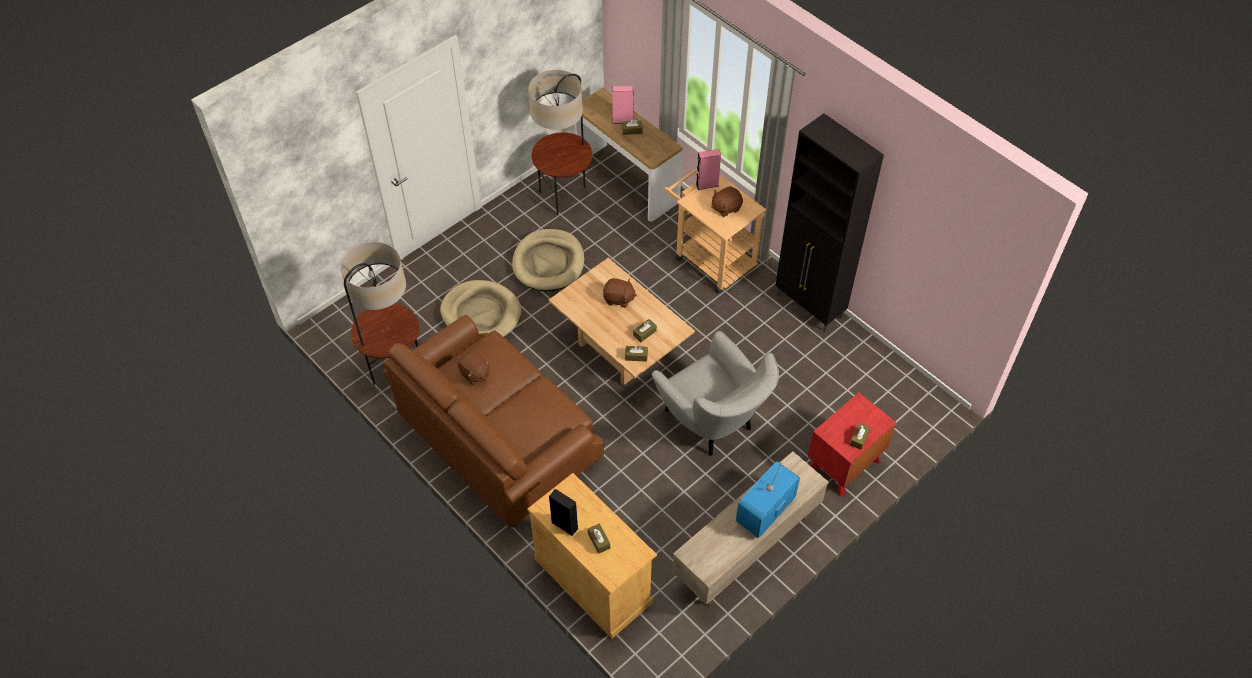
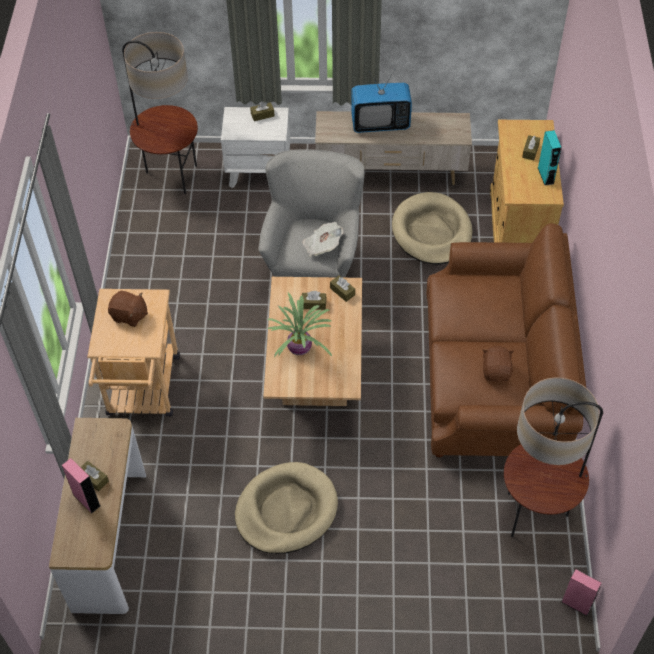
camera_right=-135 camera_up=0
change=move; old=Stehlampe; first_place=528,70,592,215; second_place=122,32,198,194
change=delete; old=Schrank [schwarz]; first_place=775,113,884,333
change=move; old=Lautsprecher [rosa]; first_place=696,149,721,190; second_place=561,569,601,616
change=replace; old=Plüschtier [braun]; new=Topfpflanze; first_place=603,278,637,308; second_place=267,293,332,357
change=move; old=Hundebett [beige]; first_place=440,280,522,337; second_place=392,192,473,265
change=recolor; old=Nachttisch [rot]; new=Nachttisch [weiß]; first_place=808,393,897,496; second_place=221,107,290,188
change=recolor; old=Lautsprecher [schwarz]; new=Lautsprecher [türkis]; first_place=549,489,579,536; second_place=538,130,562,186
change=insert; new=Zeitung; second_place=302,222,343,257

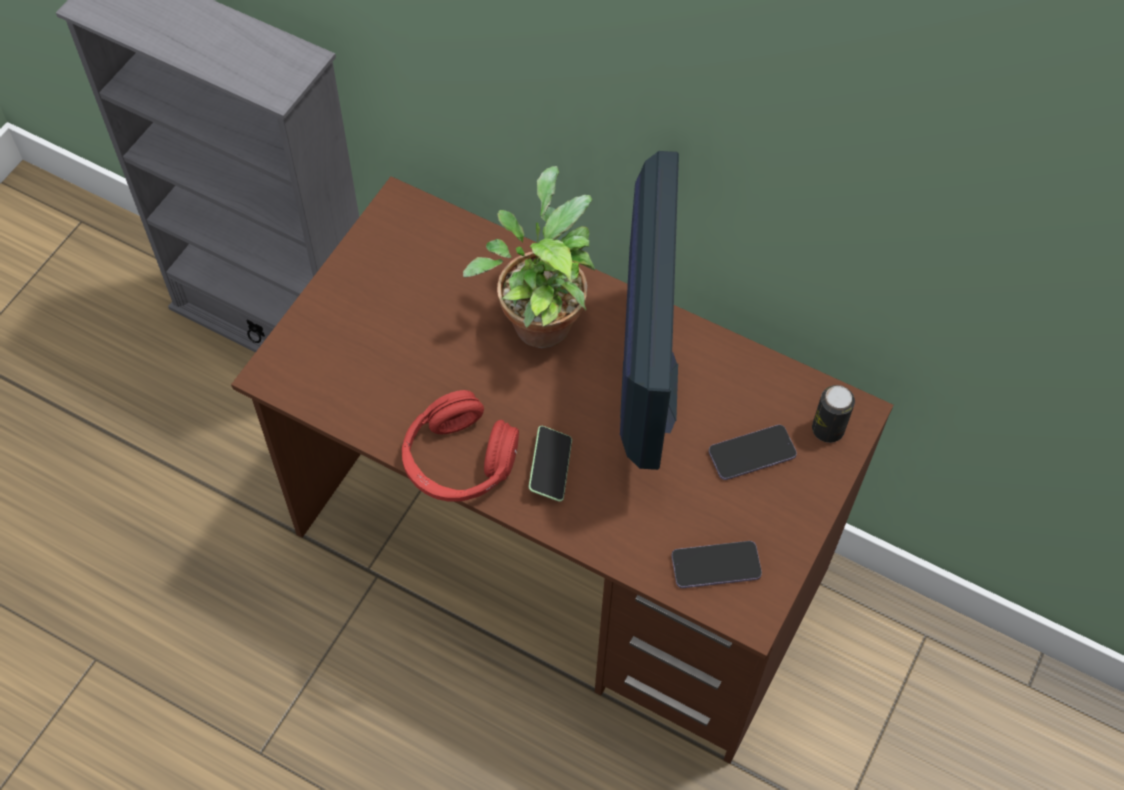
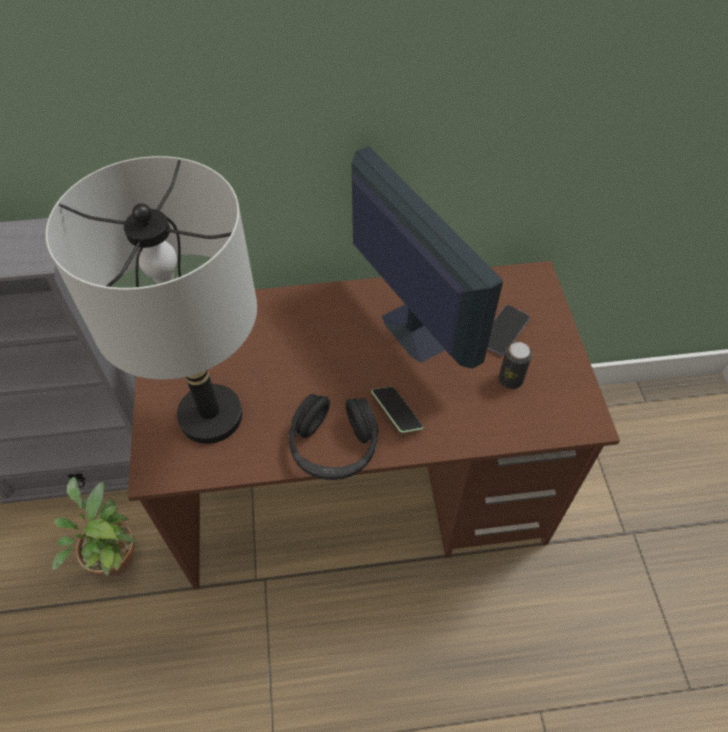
camera_right=-35 camera_up=-5
change=move; old=Topfpflanze; first_place=463,166,595,348; second_place=52,477,137,576
change=move; old=Dose; first_place=812,385,855,443; second_place=499,342,532,389
change=recolor; old=Kopfhörer [rot]; new=Kopfhörer [schwarz]; first_place=402,390,519,502; second_place=289,394,379,480
change=delete; old=Handy; first_place=672,541,762,588
change=insert; new=Tischlampe [grau]; second_place=45,156,257,444

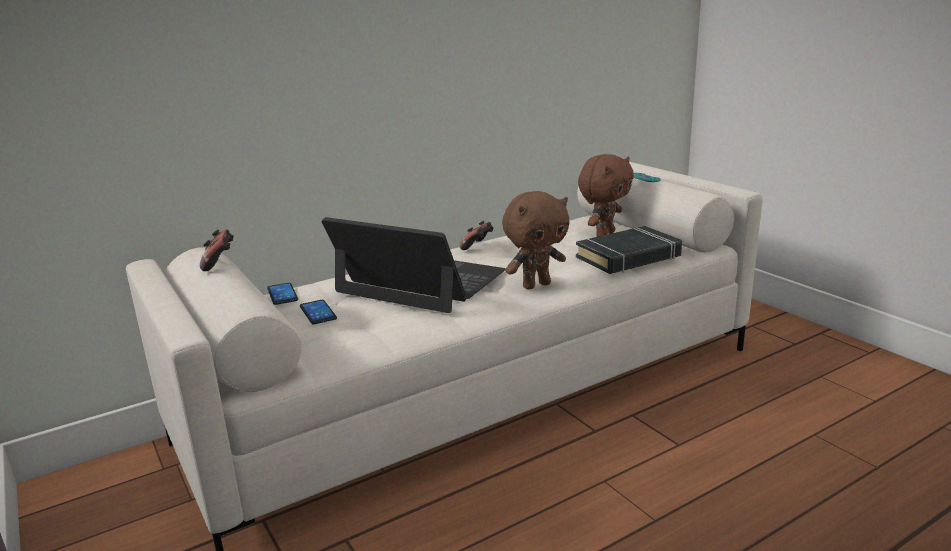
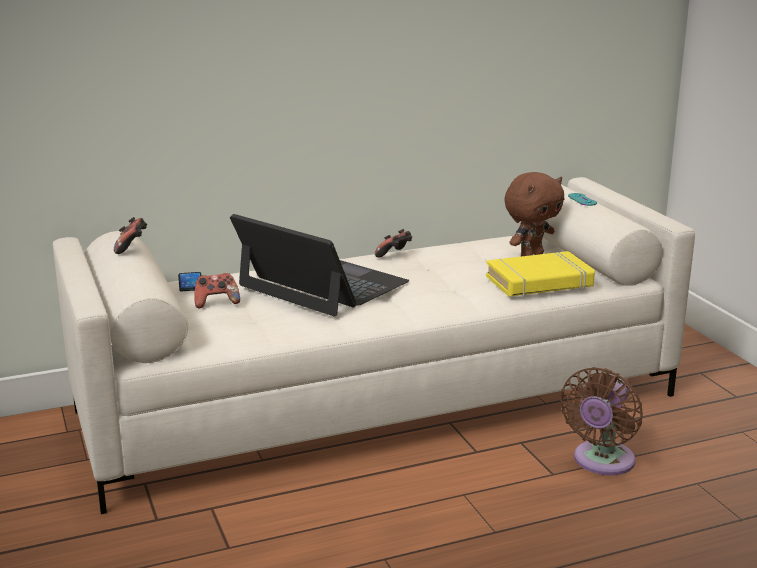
camera_right=10 camera_up=0
change=delete; old=Plüschtier [braun]; first_place=502,191,569,289
change=recolor; old=Buch [schwarz]; new=Buch [gelb]; first_place=576,226,682,274; second_place=486,251,595,297
change=replace; old=Handy; new=Gamepad; first_place=300,300,337,324; second_place=194,273,240,309
change=insert; new=Ventilator [braun]; second_place=560,367,643,475

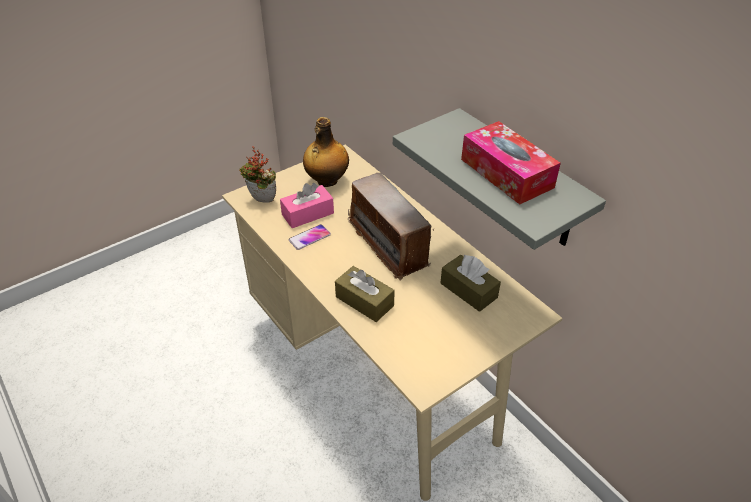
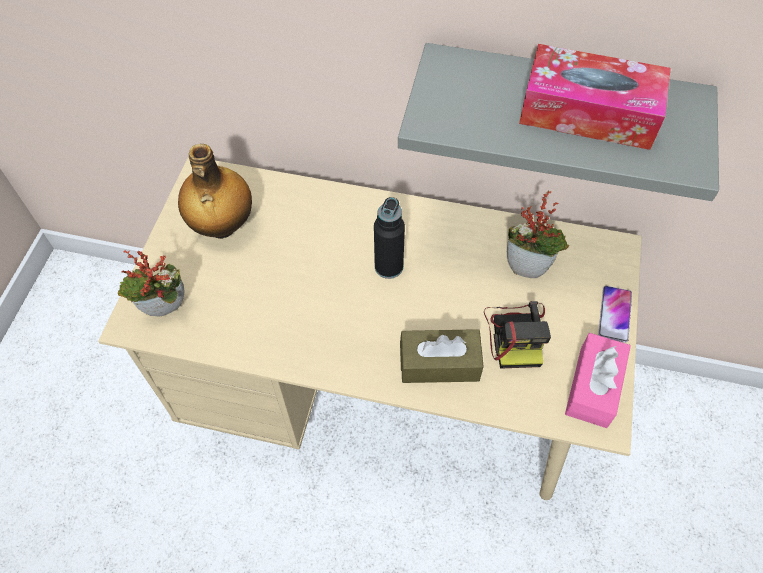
camera_right=-40 camera_up=15
change=replace; old=Radio; new=Flasche [schwarz]; first_place=348,173,434,281; second_place=374,197,405,279
change=move; old=Taschentuchbox [rosa]; first_place=280,183,334,228; second_place=565,333,631,428
change=move; old=Handy; first_place=289,224,331,250; second_place=598,286,632,343
change=replace; old=Taschentuchbox [braun]; new=Topfpflanze; first_place=440,255,501,312; second_place=507,191,570,278
change=insert; new=Kamera; second_place=484,301,551,369

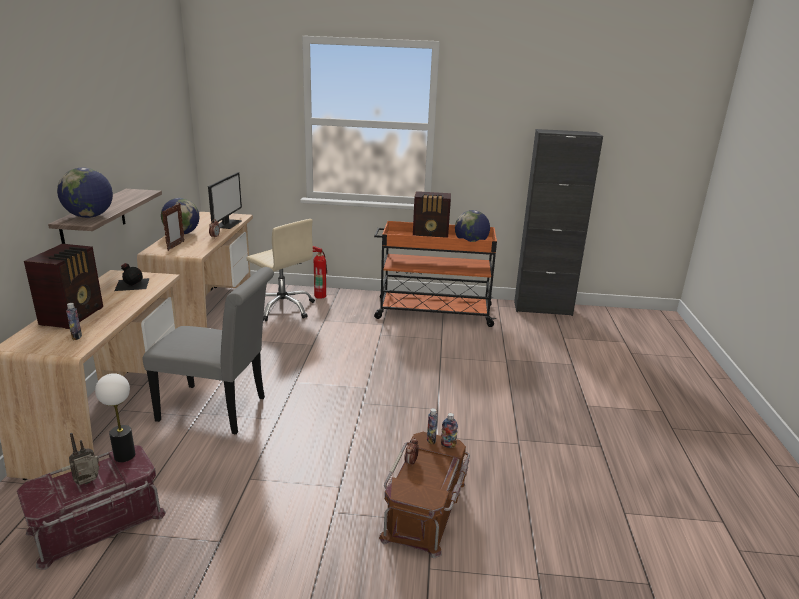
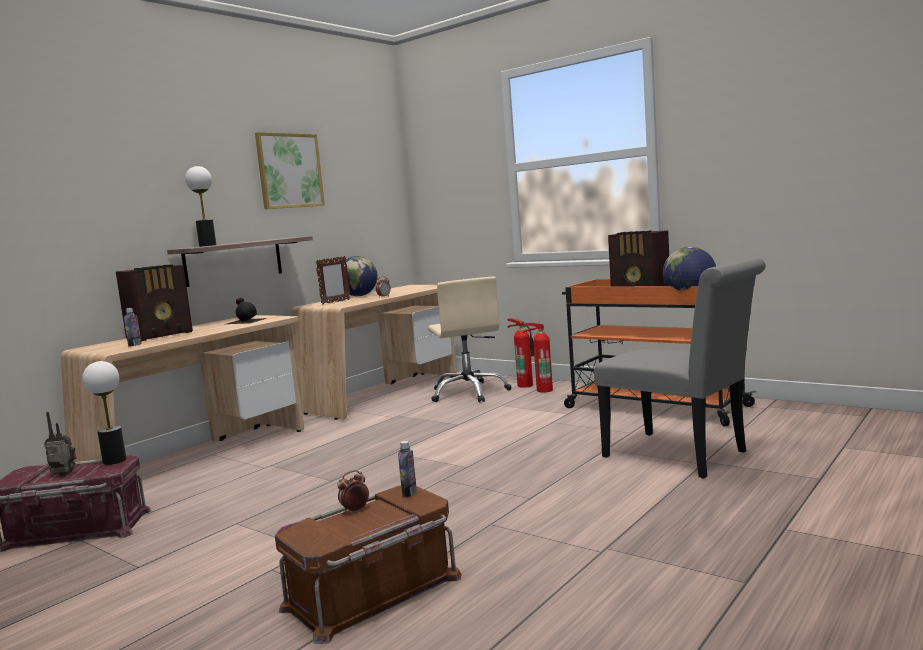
camera_right=35 camera_up=-15
change=delete; old=Schrank [schwarz]; first_place=514,129,603,316
change=replace; old=Globus; new=Tischlampe; first_place=57,167,113,218; second_place=185,166,216,247
change=delete; old=Monitor; first_place=208,172,242,229
change=move; old=Stuhl [grau]; first_place=142,267,274,435; second_place=594,258,766,479
change=delete; old=Flasche; first_place=441,413,458,448
change=insert; new=Bild; second_place=255,132,325,209
change=insert; new=Feuerlöscher; second_place=522,323,553,393

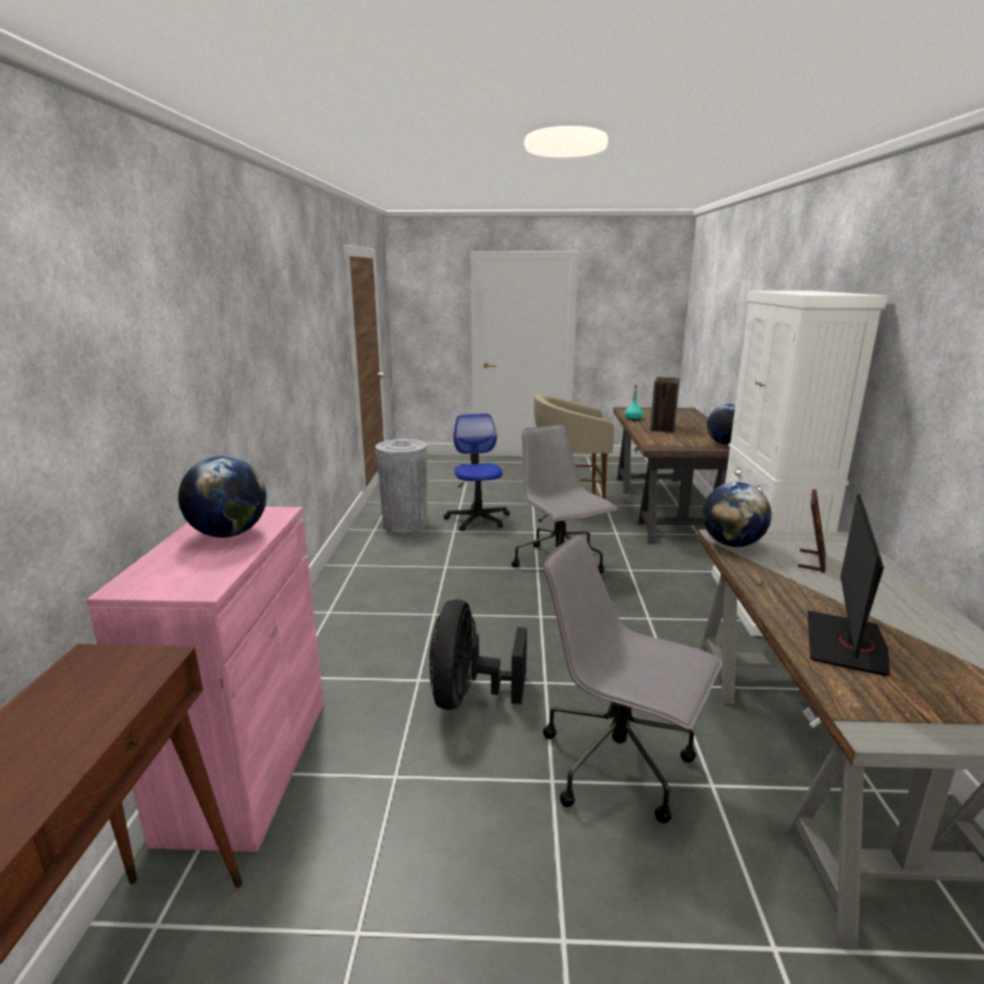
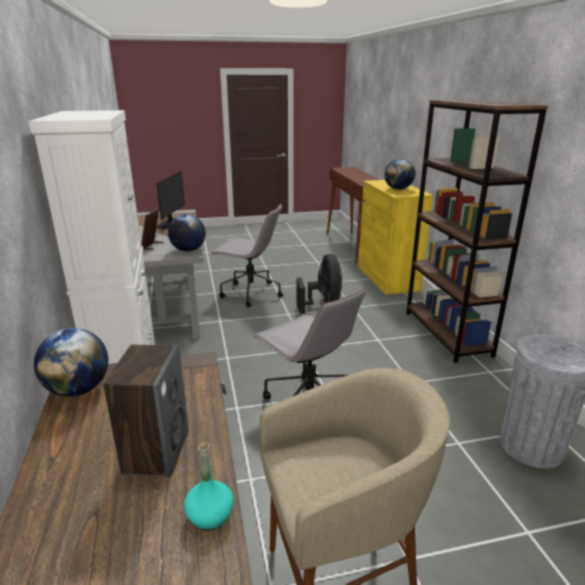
camera_right=165 camera_up=5
change=delete; old=Bürostuhl; first_place=444,413,510,531
change=recolor; old=Schrank [rosa]; new=Schrank [gelb]; first_place=87,507,324,852; second_place=358,180,433,295
change=insert; new=Bücherregal [braun]; second_place=406,99,548,363

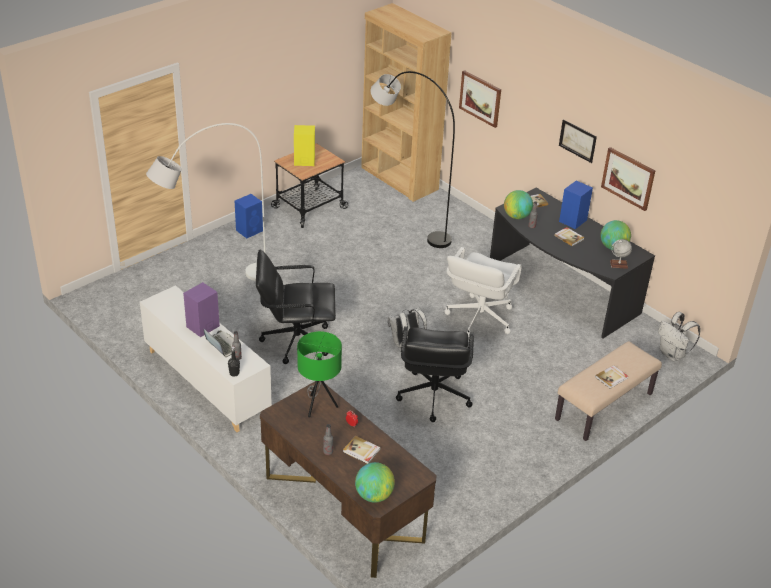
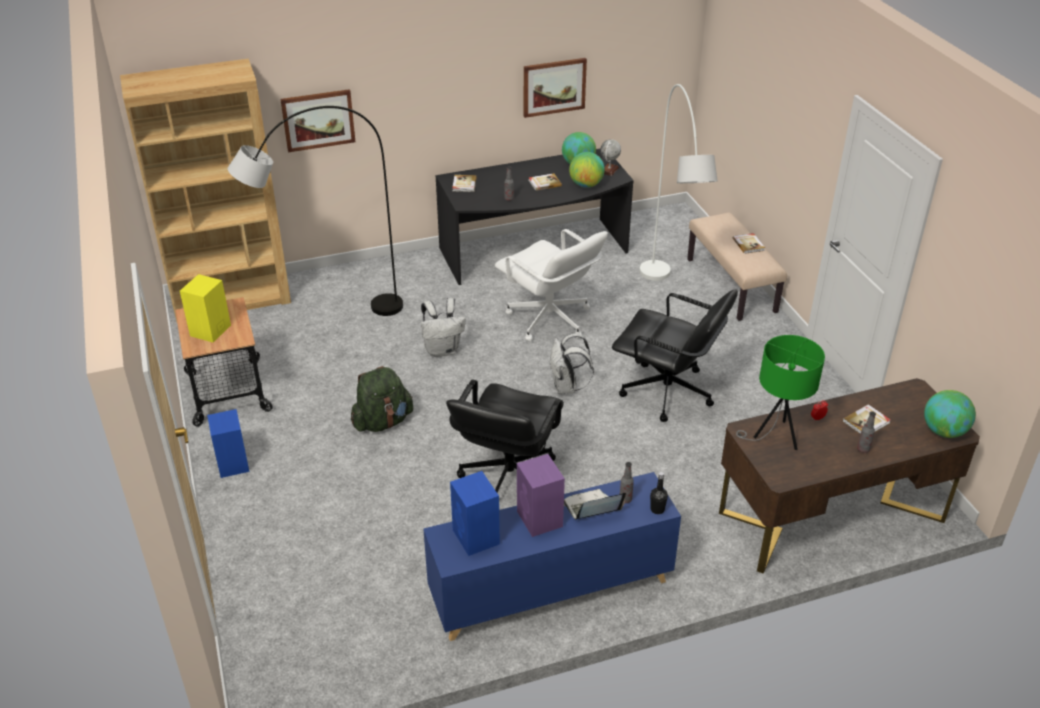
camera_right=-65 camera_up=0
change=delete; old=Bild; first_place=559,119,597,163
change=move; old=Stehlampe [weiß]; first_place=146,123,266,281; second_place=639,84,718,281
change=move; old=Lautsprecher [blau]; first_place=559,180,593,229; second_place=450,471,500,556
change=move; old=Globus; first_place=504,190,533,219; second_place=569,152,605,188
change=recolor; old=Schrank [weiß]; new=Schrank [blau]; first_place=140,285,272,432; second_place=423,472,681,641
change=move; old=Rucksack [weiß]; first_place=658,312,701,361; second_place=421,298,465,357
change=insert; new=Rucksack [grün]; second_place=351,366,413,432

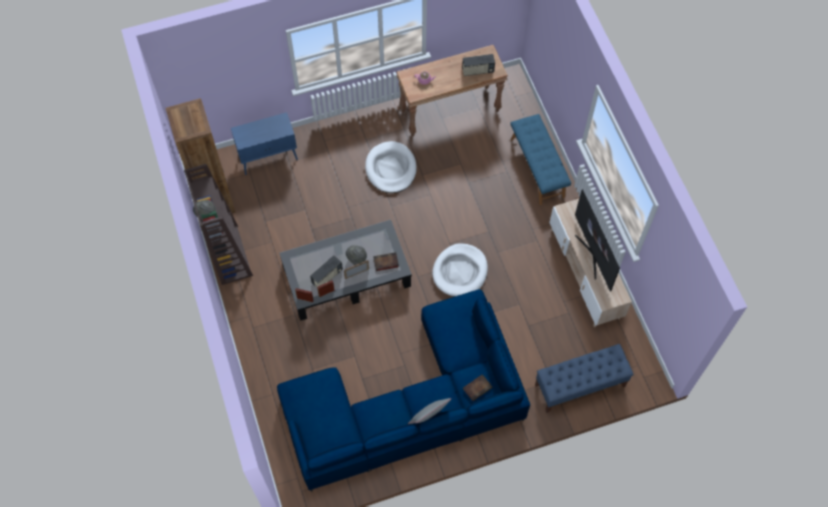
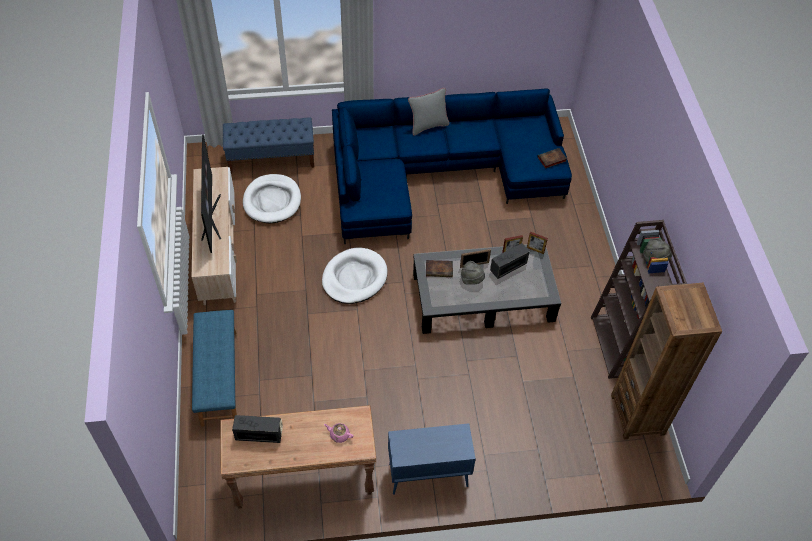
camera_right=-170 camera_up=-10
change=move; old=Schrank [blau]; first_place=231,112,298,175; second_place=388,423,476,495
change=move; old=Hundebett [weiß]; first_place=365,141,417,193; second_place=243,174,301,224
change=move; old=Buch; first_place=463,374,492,401; second_place=537,148,567,169

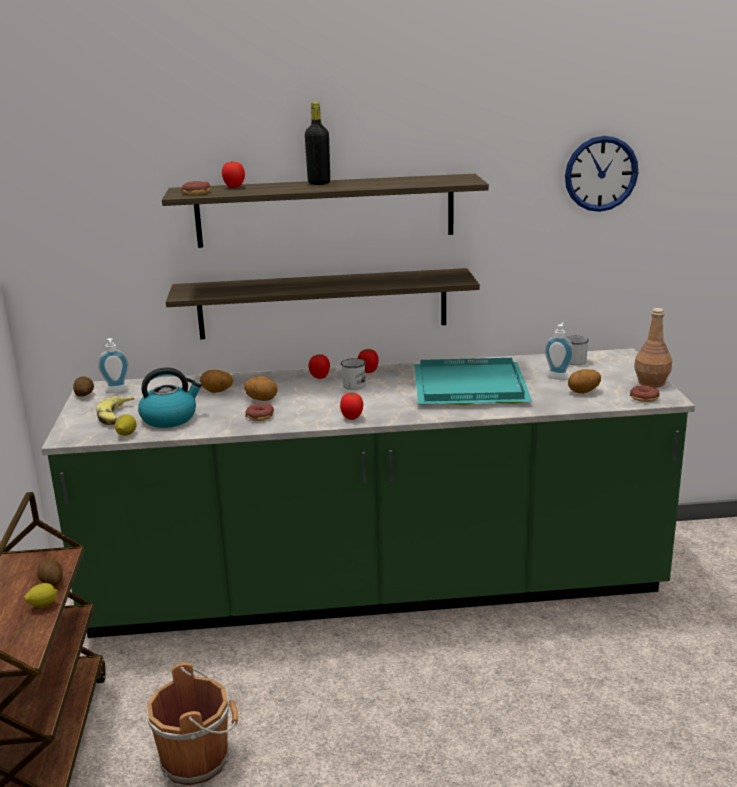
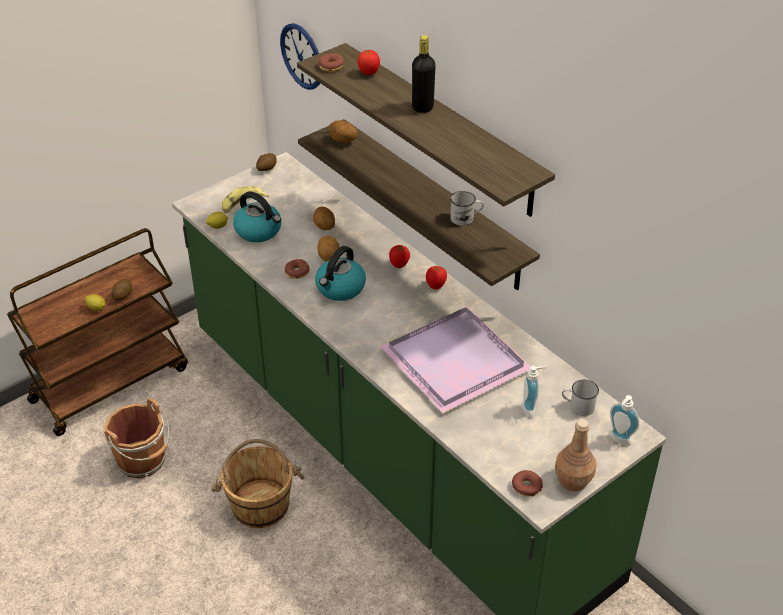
camera_right=55 camera_up=20
change=move; old=Wanduhr; first_place=565,136,638,212; second_place=280,23,320,90
change=move; old=Seifenspender; first_place=98,338,129,393; second_place=609,395,639,446
change=move; old=Henkelbecher [weiß]; first_place=341,358,366,390; second_place=450,191,484,226
change=recolor; old=Tablett [türkis]; new=Tablett [lila]; first_place=414,358,532,405; second_place=380,307,531,413
change=move; old=Kartoffel; first_place=568,369,601,394; second_place=329,120,358,143
change=delete; old=Tomate; first_place=340,393,363,420
change=insert; new=Wasserkessel; second_place=315,246,366,301
change=insert; new=Eimer [braun]; second_place=212,439,304,528

